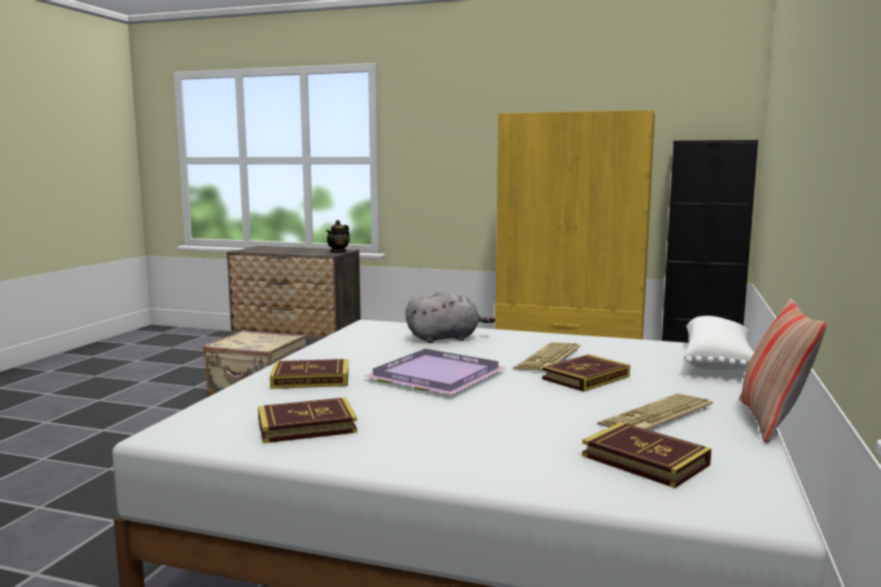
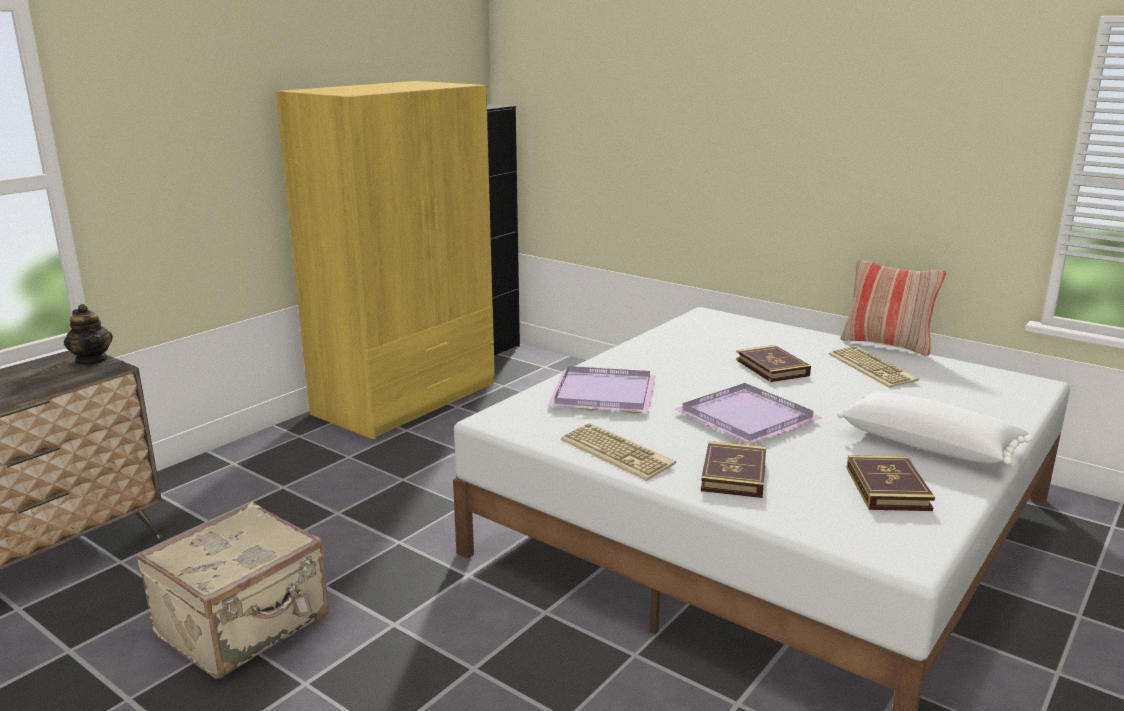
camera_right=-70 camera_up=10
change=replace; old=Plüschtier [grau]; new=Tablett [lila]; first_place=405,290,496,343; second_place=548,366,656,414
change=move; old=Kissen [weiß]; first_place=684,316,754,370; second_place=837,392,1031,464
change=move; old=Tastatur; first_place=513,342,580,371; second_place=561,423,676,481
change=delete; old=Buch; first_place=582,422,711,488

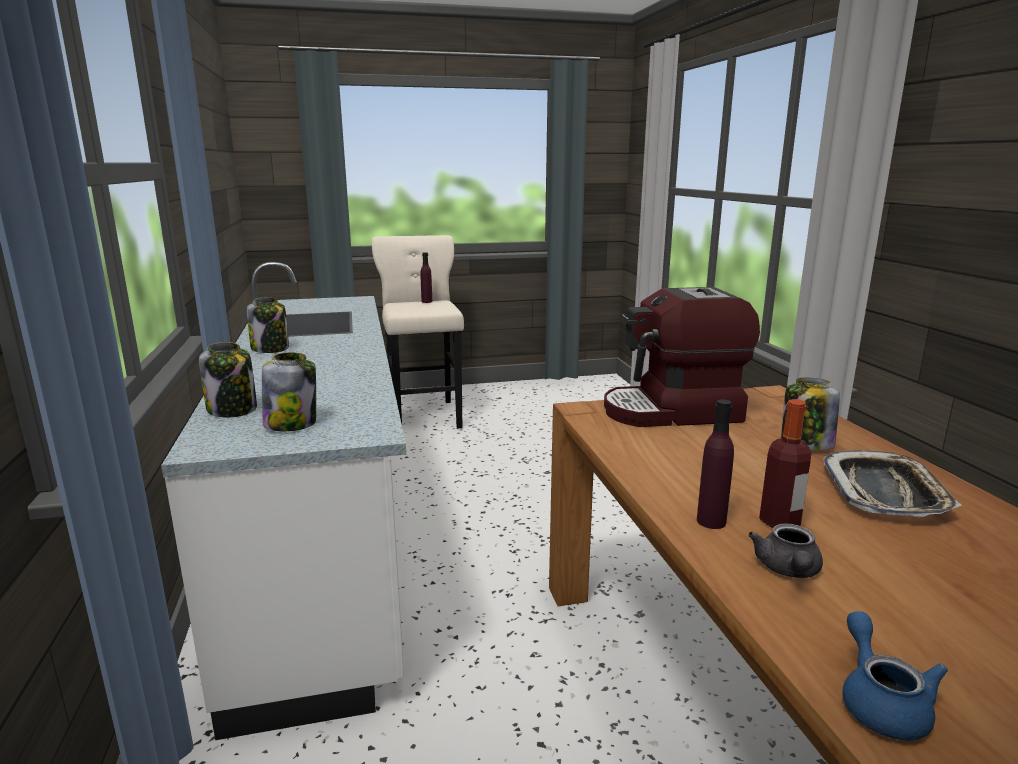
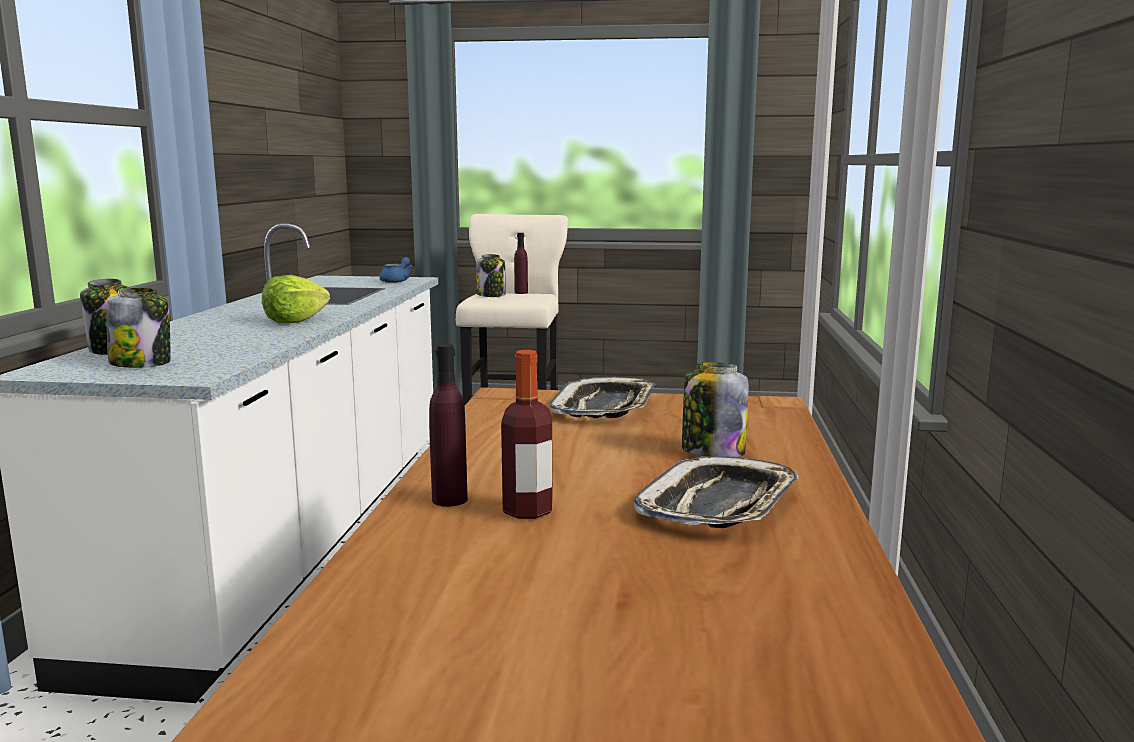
camera_right=20 camera_up=-5
change=replace; old=Kaffeemaschine; new=Tablett; first_place=604,287,760,427; second_place=550,377,655,418
change=move; old=Vorratsglas; first_place=247,297,289,353; second_place=476,254,506,297
change=delete; old=Teekanne [grau]; first_place=748,523,823,578
change=move; old=Teekanne [blau]; first_place=842,611,948,741; second_place=379,257,413,283
change=insert; new=Salatkopf; second_place=262,275,330,323

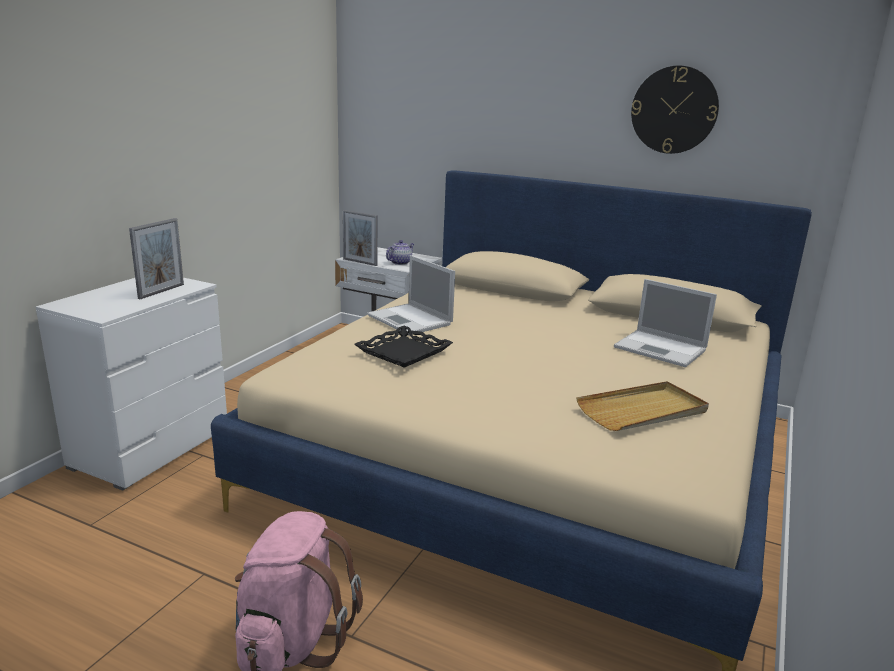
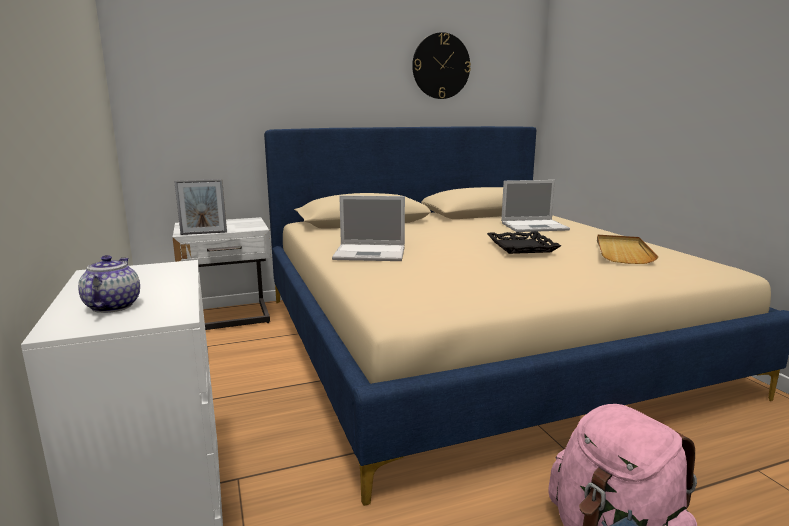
camera_right=-45 camera_up=-5
change=delete; old=Bilderrahmen; first_place=129,218,184,299
change=move; old=Teekanne; first_place=386,240,414,265; second_place=78,255,140,313
change=move; old=Tablett [schwarz]; first_place=354,326,453,368; second_place=487,231,561,254

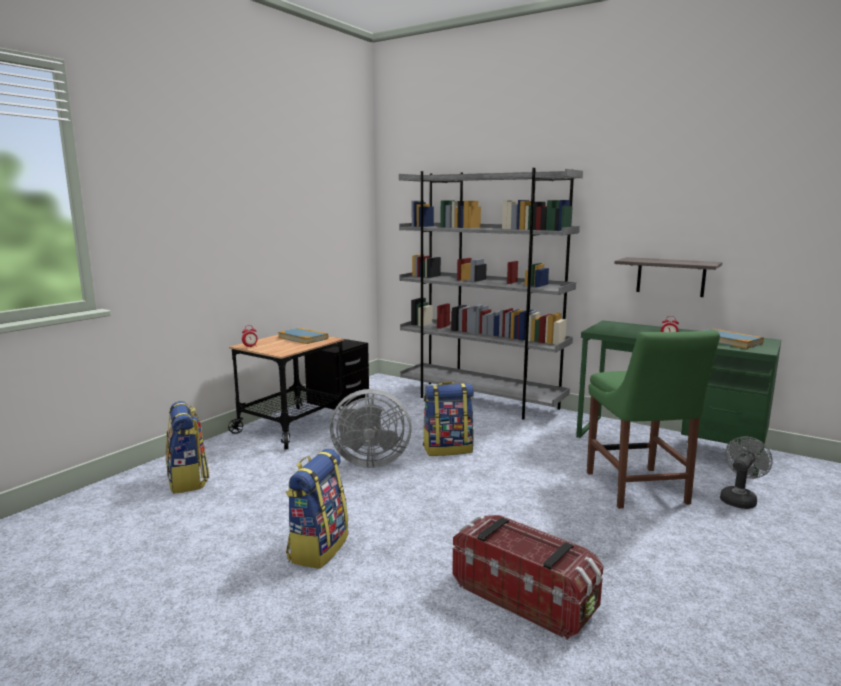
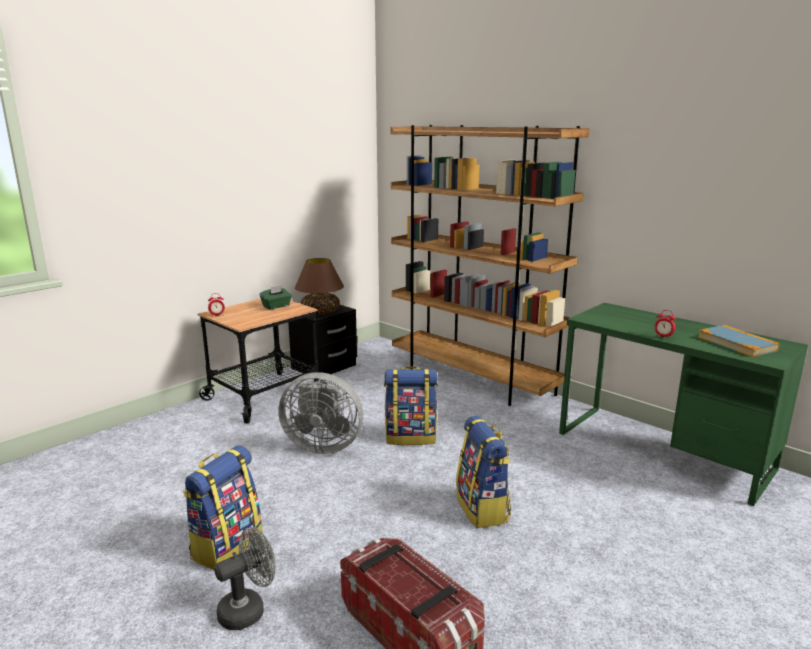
camera_right=10 camera_up=5
change=recolor; old=Bücherregal [grau]; new=Bücherregal [braun]; first_place=399,168,583,420; second_place=390,125,589,406
change=delete; old=Wandregal; first_place=614,257,723,297
change=replace; old=Buch; new=Taschentuchbox [grün]; first_place=278,328,328,344; second_place=260,286,292,309
change=delete; old=Stuhl [grün]; first_place=587,330,720,509
change=move; old=Rucksack; first_place=166,401,210,494; second_place=456,416,511,528
change=move; old=Ventilator [grau]; first_place=720,437,773,509; second_place=214,527,275,630
change=insert; new=Tischlampe [braun]; second_place=295,258,344,315

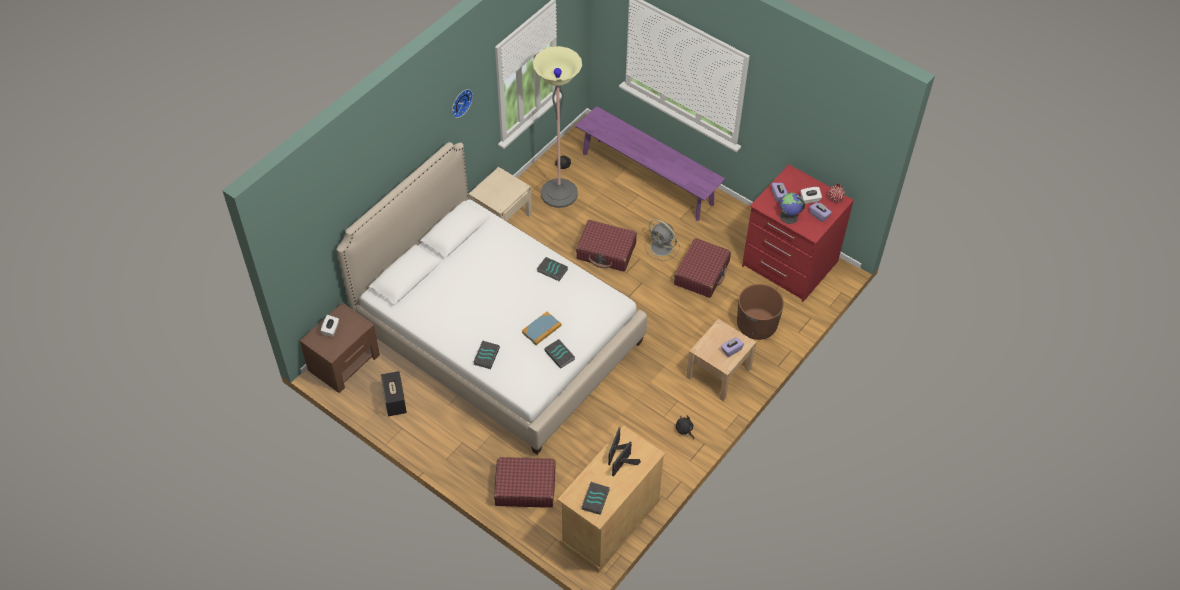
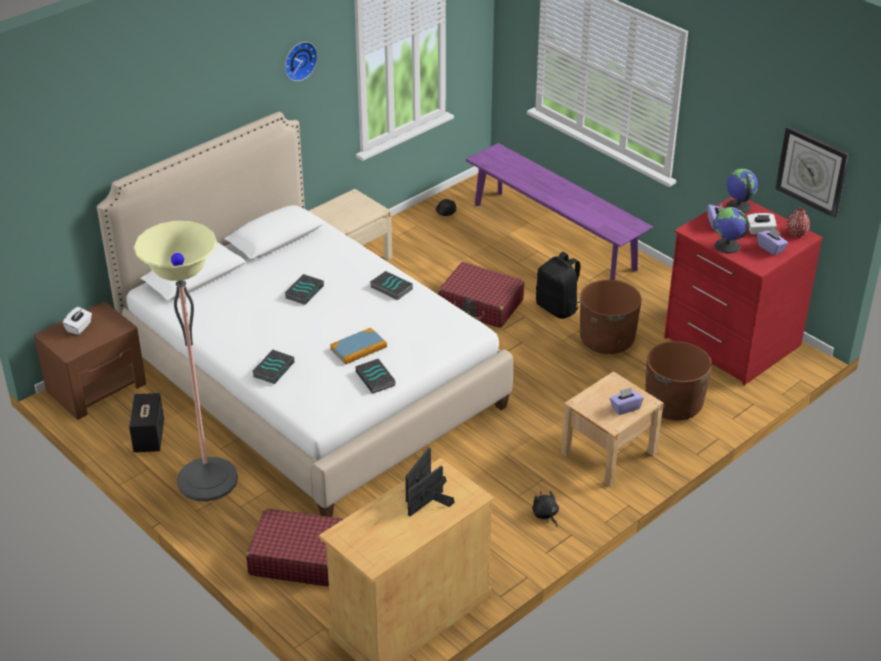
camera_right=10 camera_up=-15
change=move; old=Stehlampe; first_place=533,46,582,208; second_place=134,221,238,502
change=replace; old=Ventilator [grau]; new=Rucksack [schwarz]; first_place=645,219,680,261; second_place=536,252,580,319
change=replace; old=Koffer [rot]; new=Pflanzkübel [braun]; first_place=674,238,731,298; second_place=580,280,642,354
change=move; old=Buch; first_place=582,482,610,515; second_place=285,274,324,305
change=insert; new=Wanduhr; second_place=775,126,850,218
change=insert; new=Globus; second_place=726,169,758,213

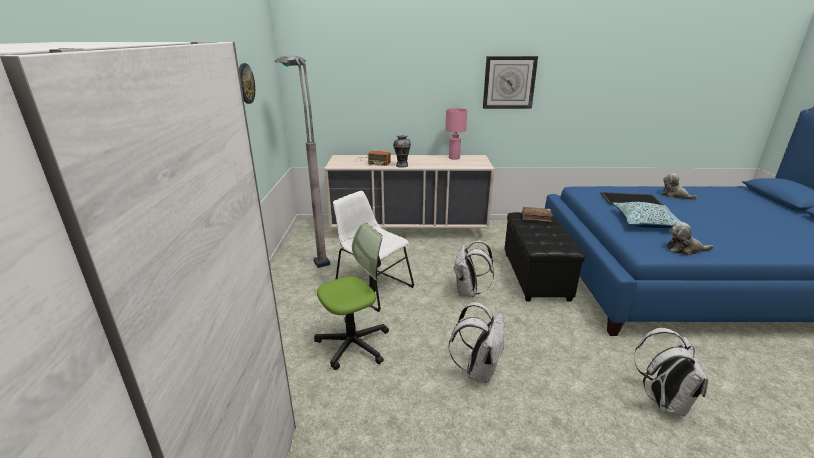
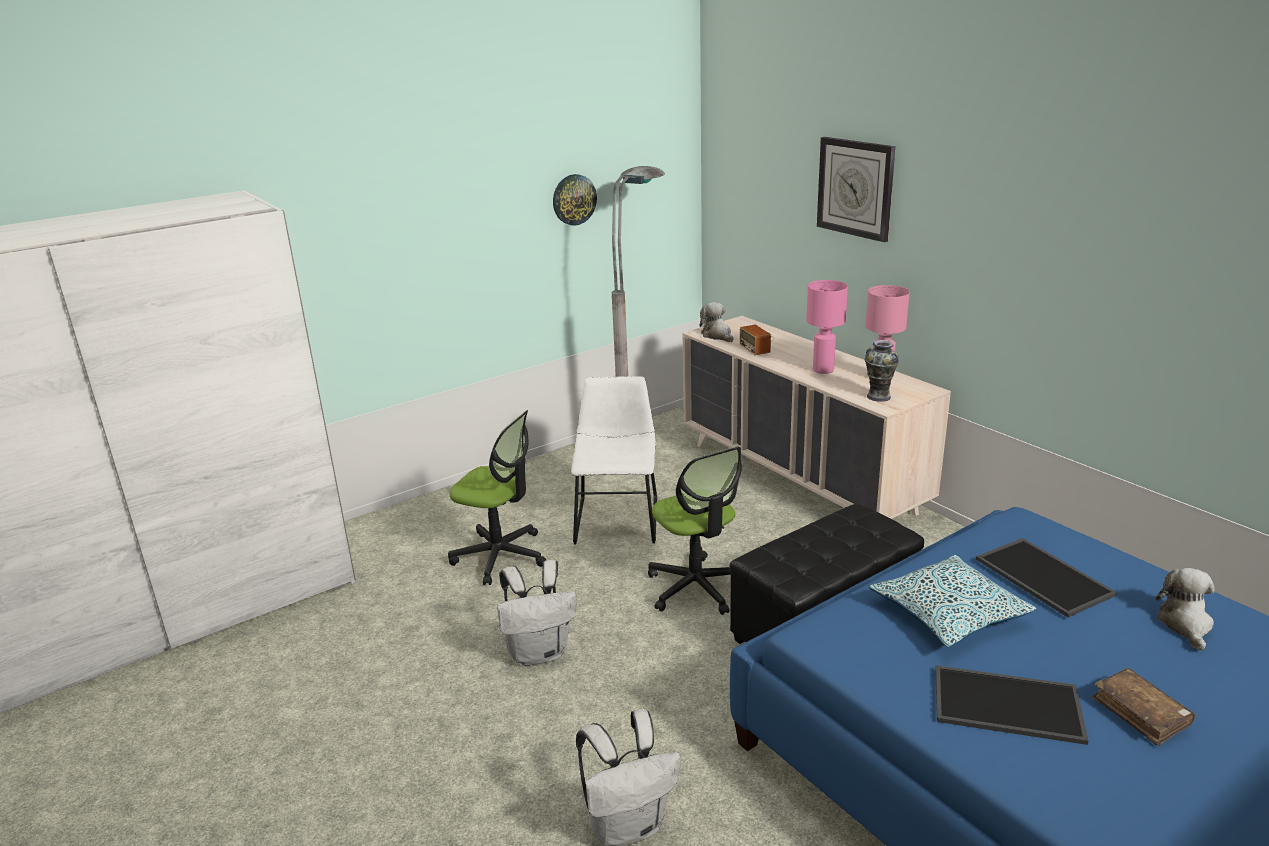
camera_right=55 camera_up=0
change=move; old=Wanduhr; first_place=483,56,538,109; second_place=817,137,895,242
change=move; old=Vase; first_place=393,134,411,168; second_place=865,340,899,402
change=move; old=Buch [braun]; first_place=522,207,553,222; second_place=1092,668,1195,746
change=move; old=Plüschtier; first_place=667,222,714,255; second_place=700,302,734,342
change=replace; old=Rucksack [weiß]; new=Bürostuhl; first_place=454,240,494,297; second_place=648,446,742,615
change=insert; new=Tischlampe [rosa]; second_place=806,280,848,374
change=insert; new=Tablett; second_place=935,665,1088,745

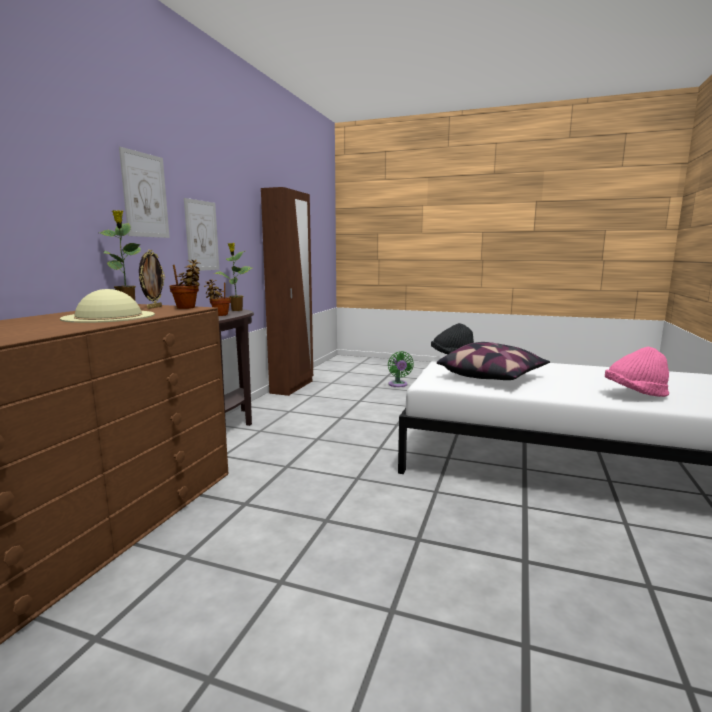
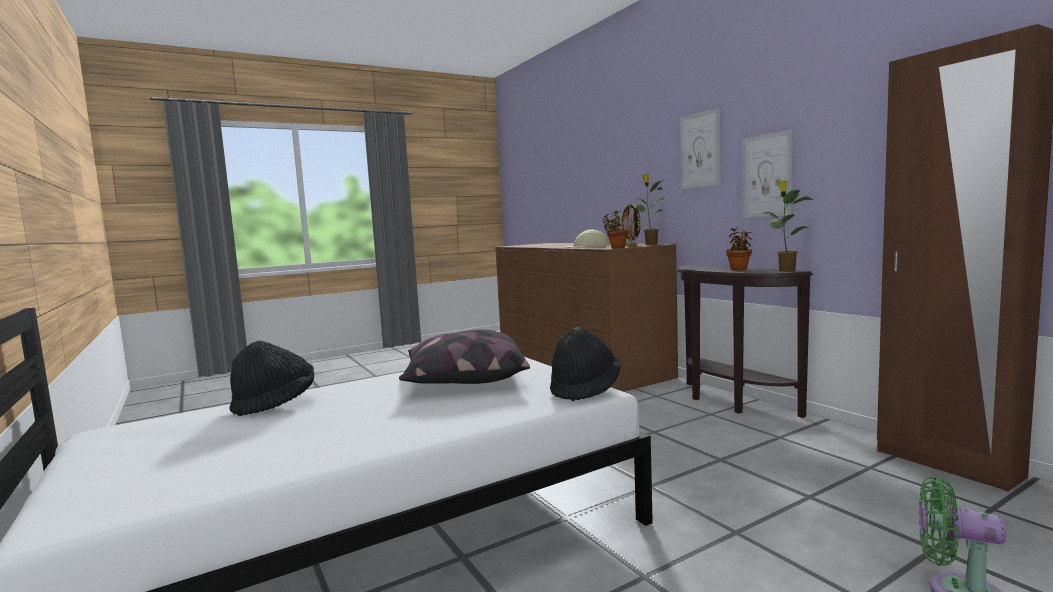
camera_right=130 camera_up=-5
change=recolor; old=Hut [rosa]; new=Hut [schwarz]; first_place=605,347,669,397; second_place=230,340,314,416

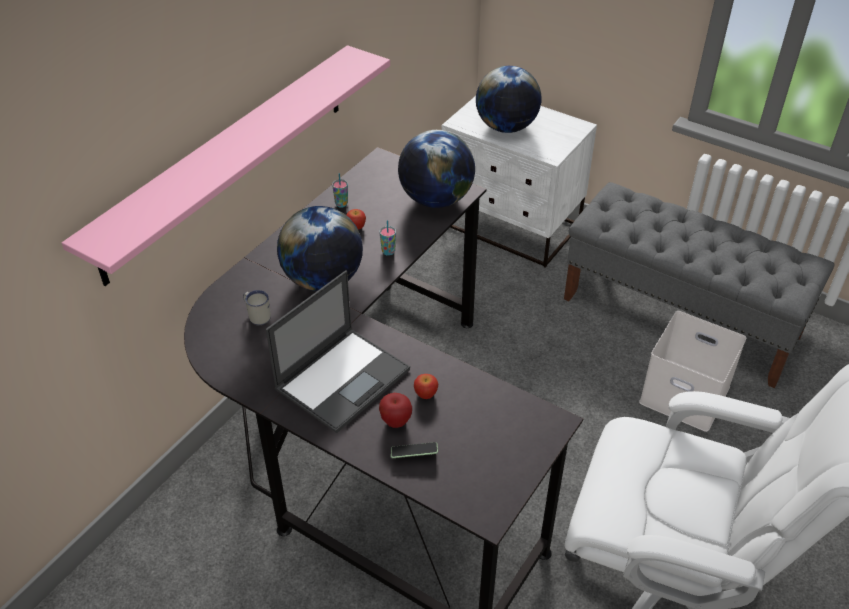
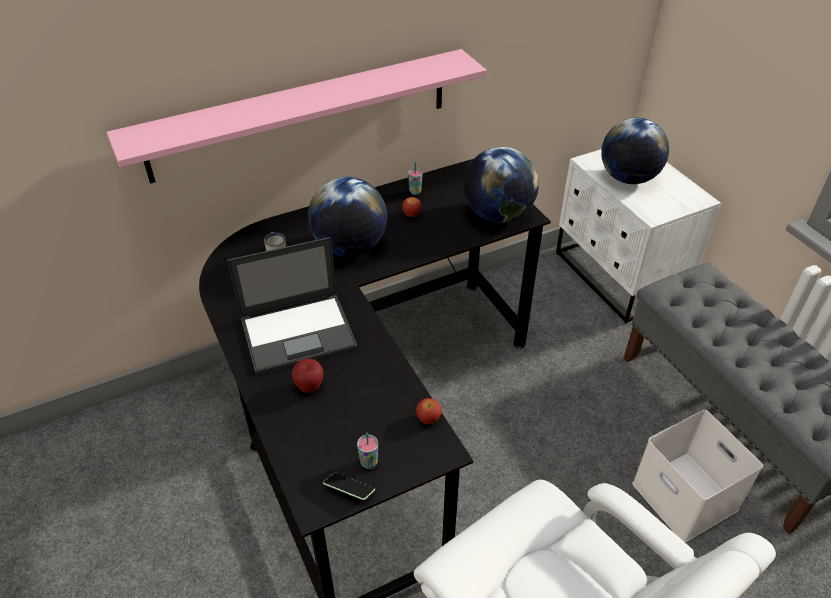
camera_right=30 camera_up=0
change=move; old=Tasse; first_place=380,220,396,256; second_place=357,432,378,469
change=move; old=Apfel; first_place=414,374,438,399; second_place=416,398,442,425
change=move; old=Handy; first_place=391,442,438,458; second_place=323,473,375,500

